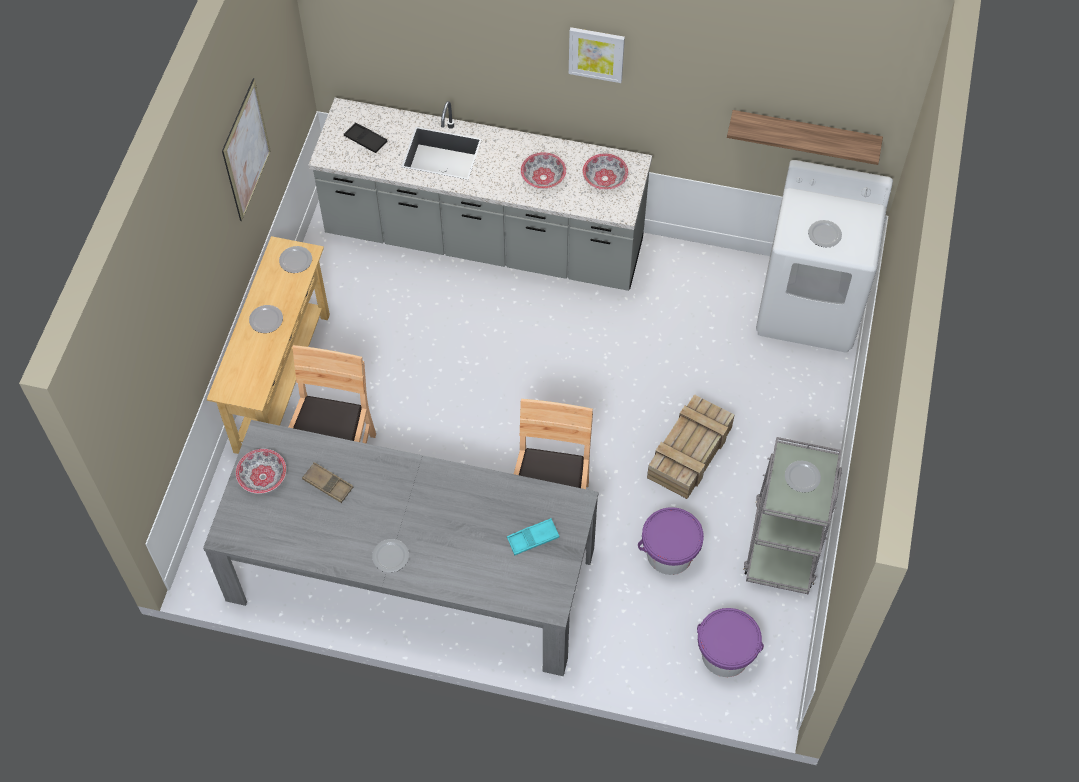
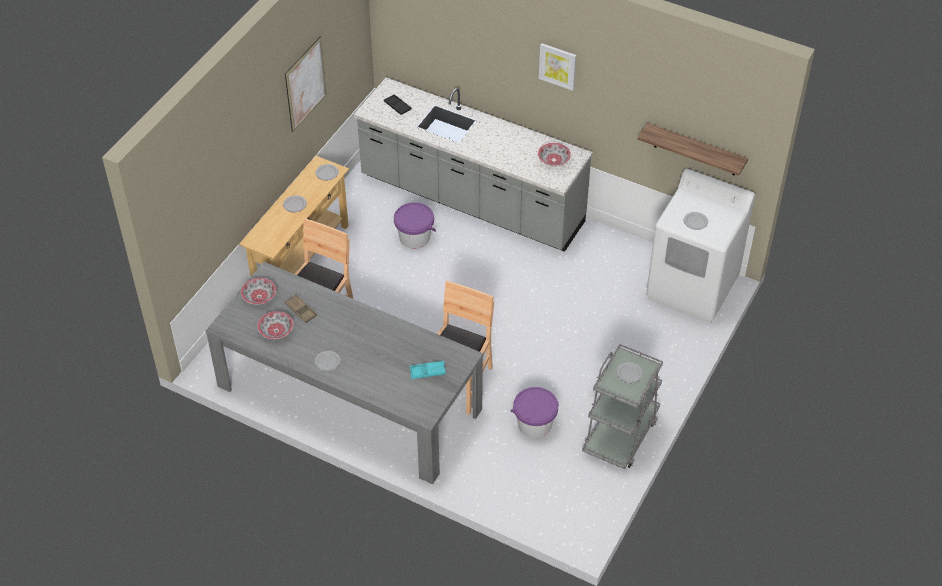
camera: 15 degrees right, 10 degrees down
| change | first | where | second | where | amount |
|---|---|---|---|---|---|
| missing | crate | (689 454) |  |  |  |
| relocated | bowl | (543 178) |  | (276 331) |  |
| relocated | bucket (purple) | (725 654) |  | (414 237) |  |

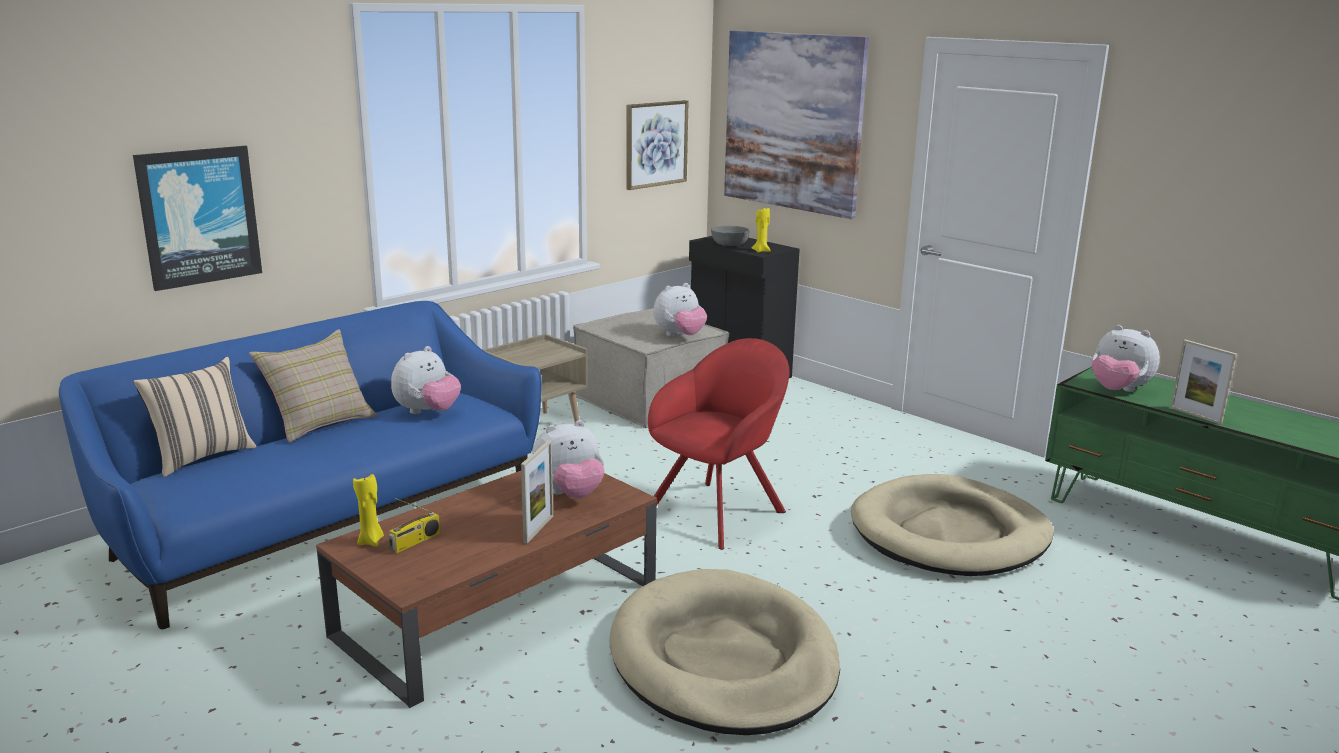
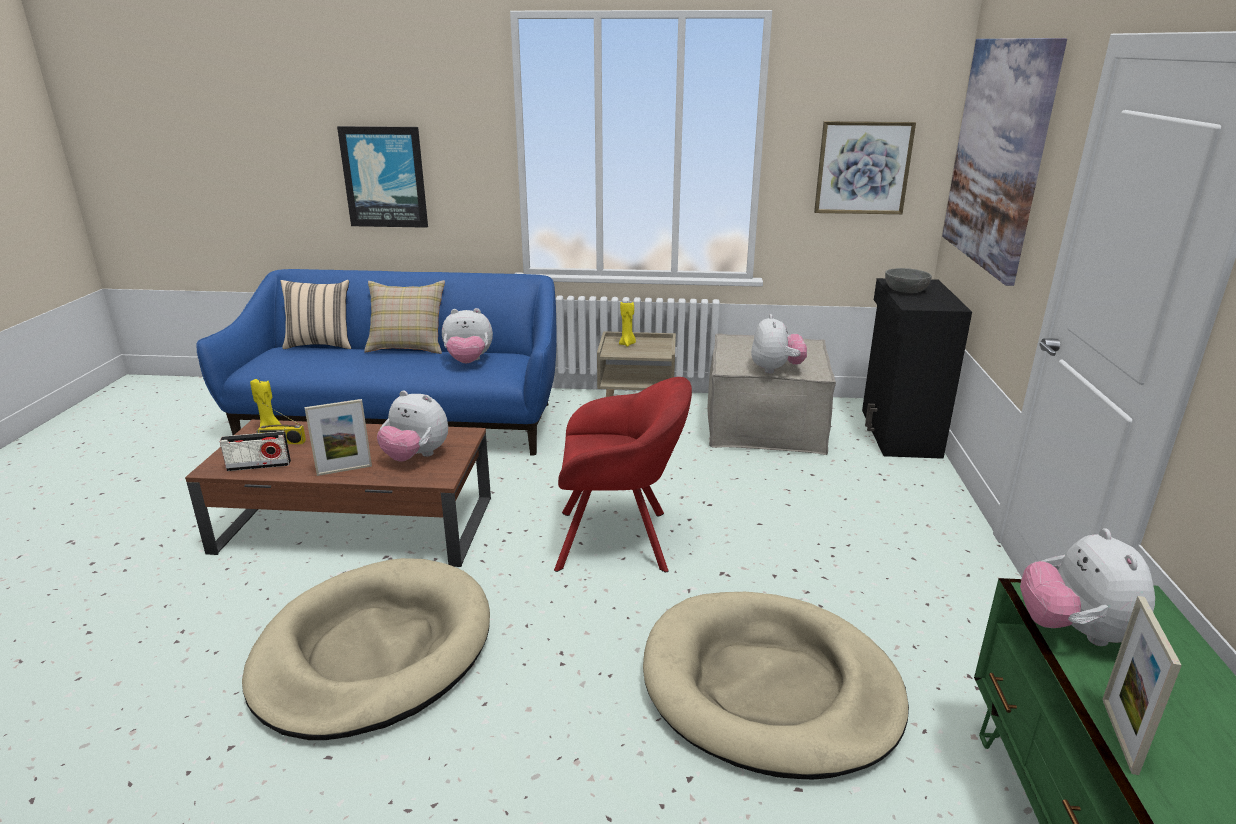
camera: 50 degrees right, 5 degrees up
| change | first | where | second | where | amount |
|---|---|---|---|---|---|
| appeared |  |  | radio | (259 466) |  |
| relocated | candle (yellow) | (761 251) |  | (627 344) |  |
| spun | plush toy | (679 336) |  | (776 369) | 105 degrees counterclockwise |

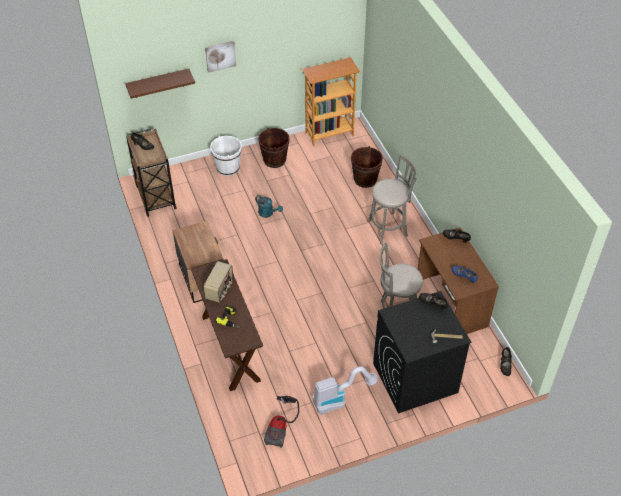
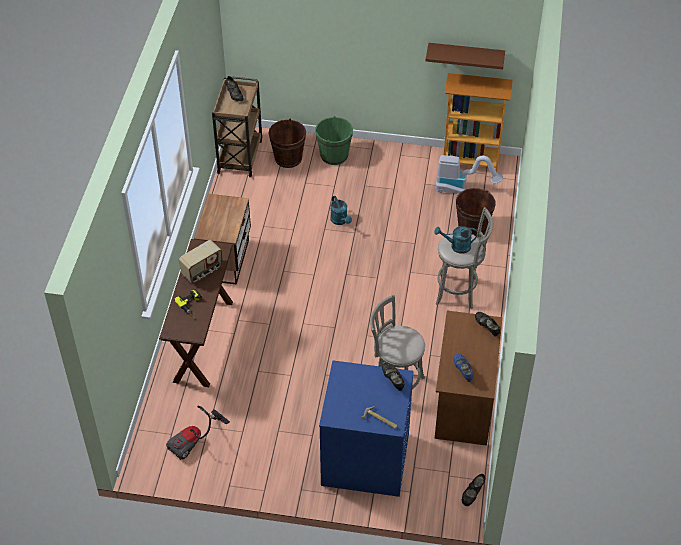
camera: 30 degrees right, 0 degrees up
| change | first | where | second | where | amount |
|---|---|---|---|---|---|
| missing | picture | (220 55) |  |  |  |
| appeared |  |  | watering can (turquoise) | (456 246) |  |
| relocated | shelf (brown) | (158 83) |  | (465 55) |  |
| relocated | bucket (brown) | (274 160) |  | (288 158) |  |
| relocated | vacuum cleaner | (339 399) |  | (462 188) |  |
| colour | bucket (white) | (228 168) | bucket (green) | (334 155) |  |
| colour | washing machine (black) | (414 378) | washing machine (blue) | (364 459) |  |

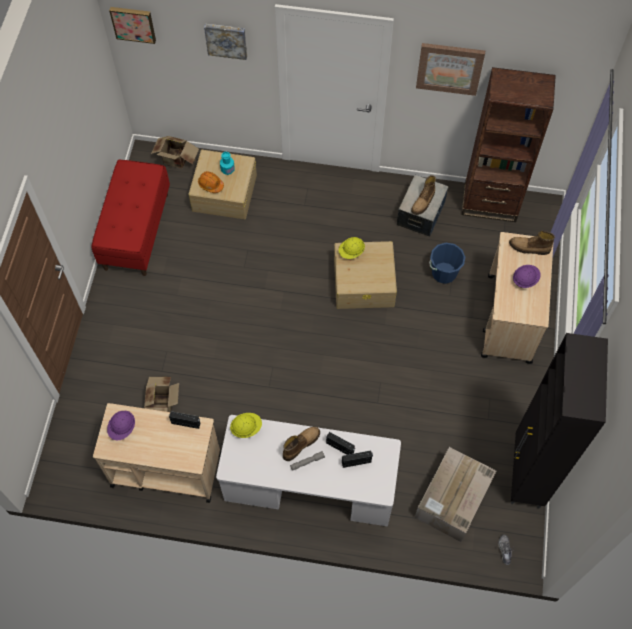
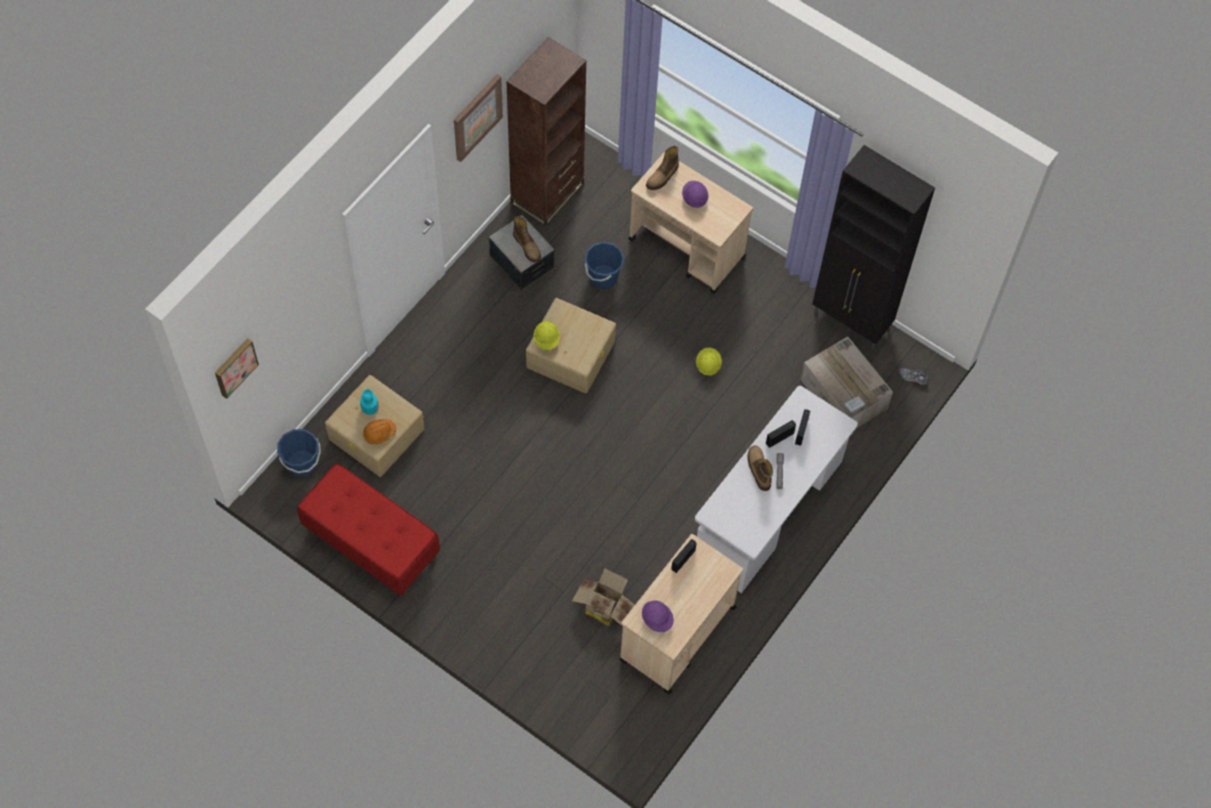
camera: 65 degrees left, 0 degrees up
| change | first | where | second | where | amount |
|---|---|---|---|---|---|
| missing | picture | (226 40) |  |  |  |
| relocated | hard hat (yellow) | (246 428) |  | (708 365) |  |
| exchanged | cardboard box | (176 161) | bucket (blue) | (302 464) |  |

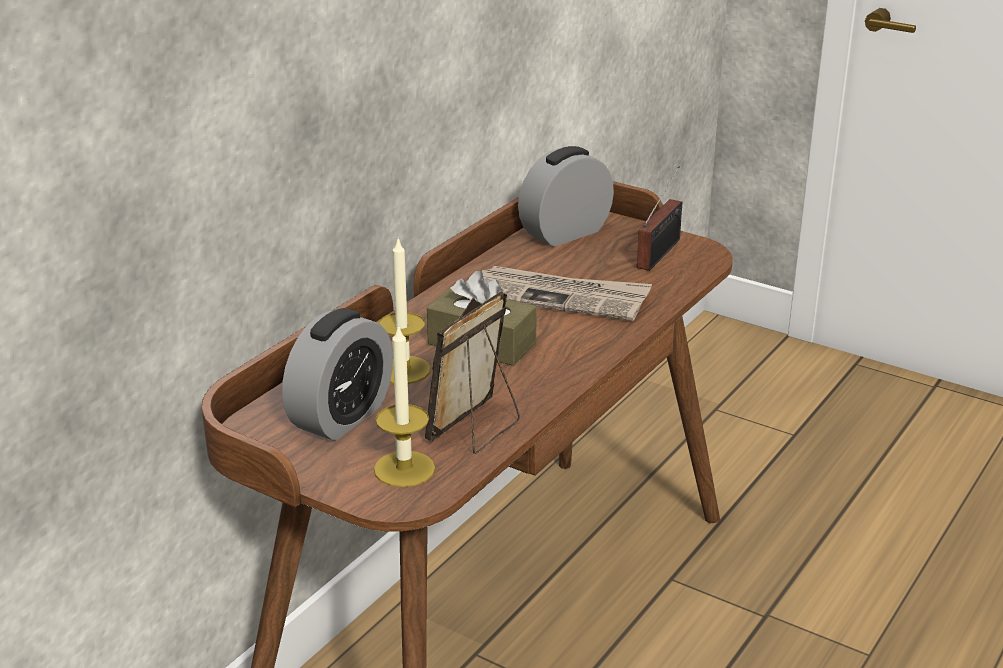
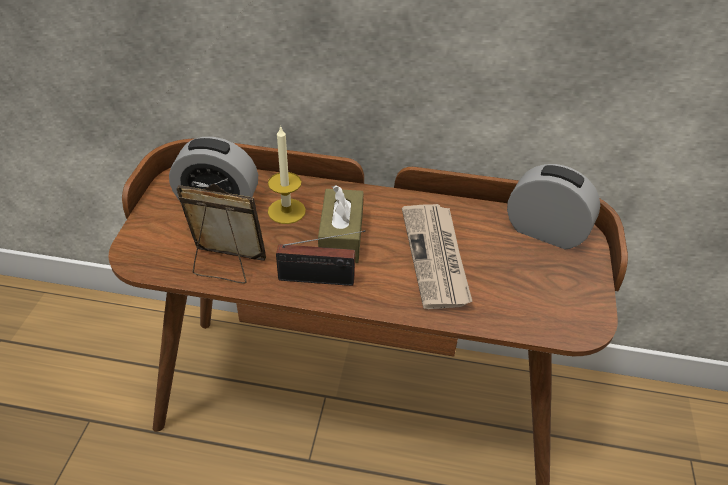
camera: 65 degrees right, 15 degrees up
| change | first | where | second | where | amount |
|---|---|---|---|---|---|
| missing | candle | (404 469) |  |  |  |
| relocated | radio | (661 252) |  | (321 279) |  |

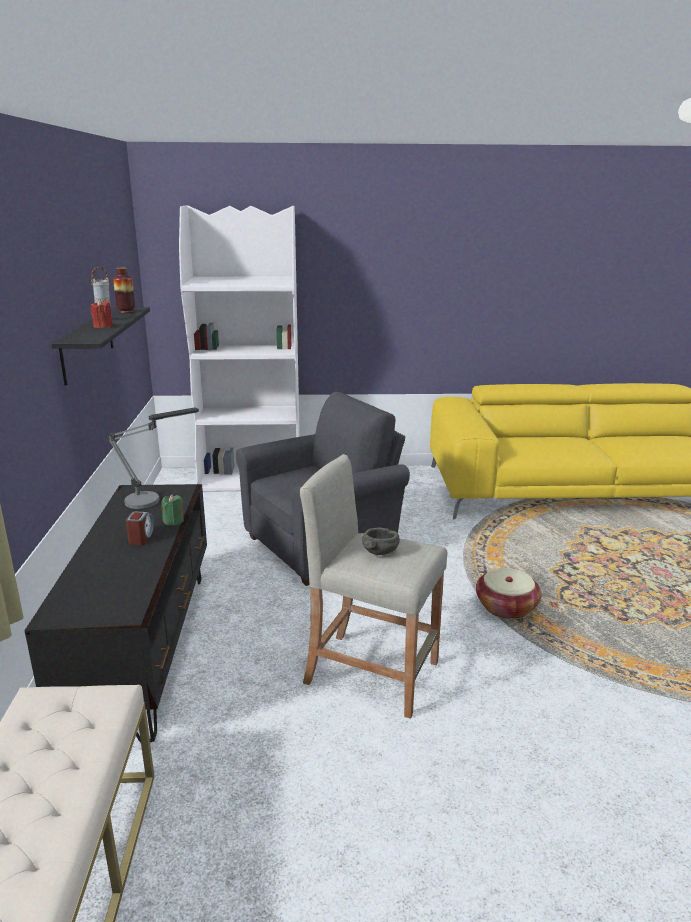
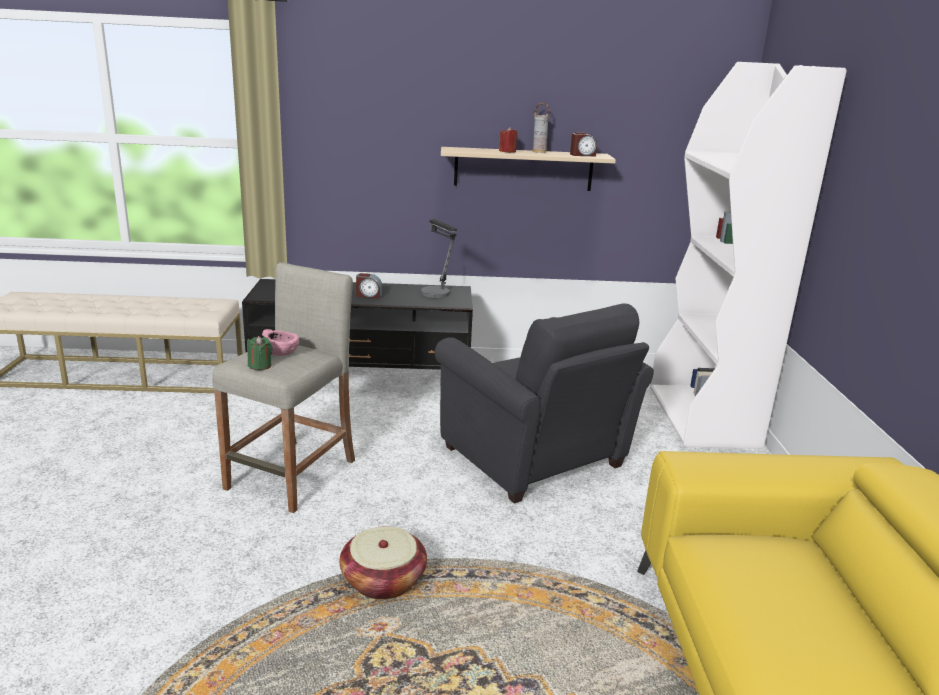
camera: 90 degrees right, 0 degrees up
| change | first | where | second | where | amount |
|---|---|---|---|---|---|
| relocated | candle (green) | (173 521) |  | (260 366) |  |
| exchanged | vase | (126 312) | alarm clock | (582 155) |  |
| colour | shelf (black) | (88 344) | shelf (beige) | (523 169) |  |
| colour | bowl (grey) | (379 551) | bowl (pink) | (281 353) |  |

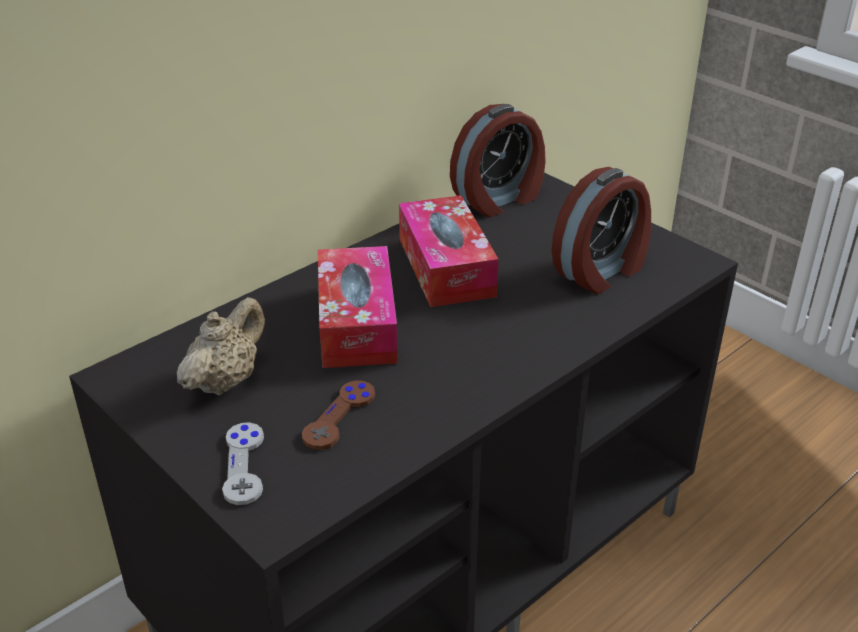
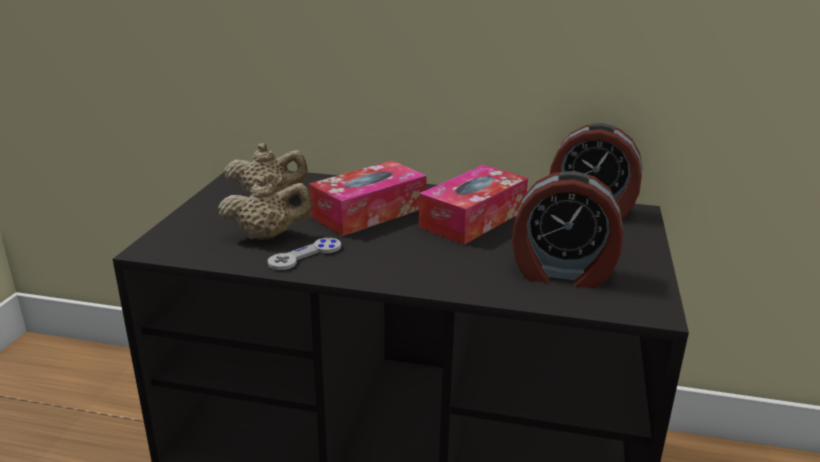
camera: 55 degrees right, 10 degrees down
| change | first | where | second | where | amount |
|---|---|---|---|---|---|
| relocated | game controller (grey) | (244 464) |  | (305 255) |  |
| exchanged | game controller (brown) | (339 416) | teapot (beige) | (268 236) |  |

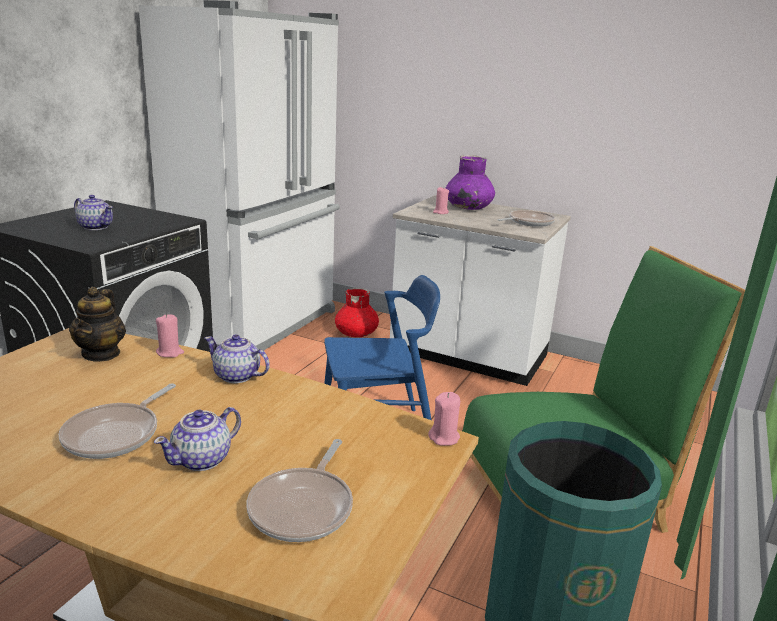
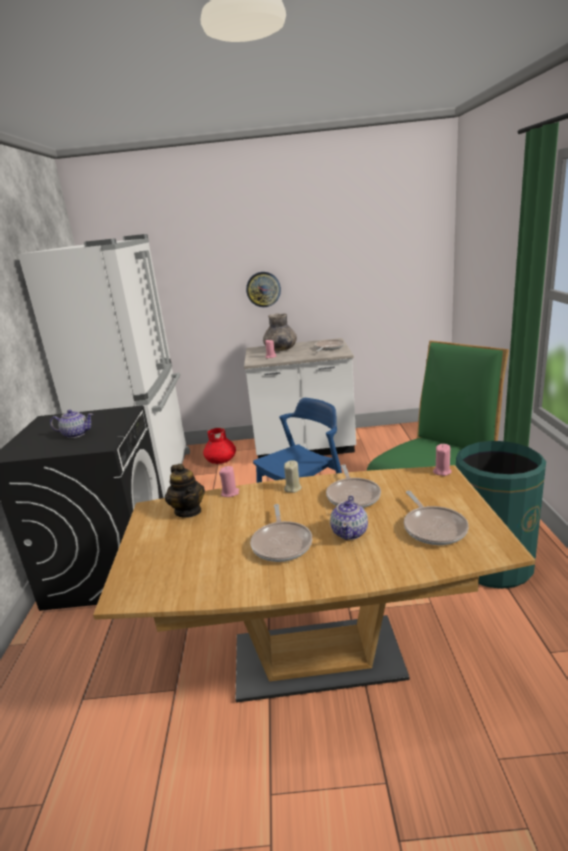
camera: 25 degrees left, 0 degrees up
| change | first | where | second | where | amount |
|---|---|---|---|---|---|
| appeared |  |  | wall clock | (263 289) |  |
| appeared |  |  | frying pan | (353 495) |  |
| exchanged | teapot | (237 376) | candle (beige) | (292 488) |  |
| colour | vase (purple) | (468 207) | vase (grey) | (280 349) |  |

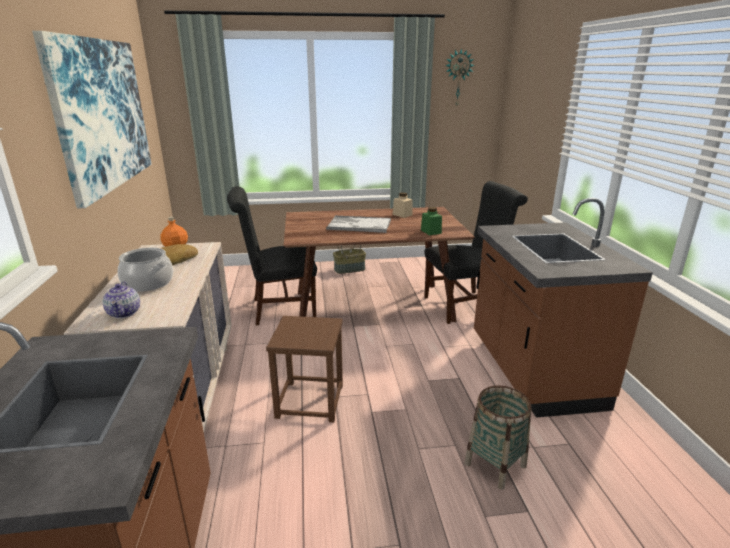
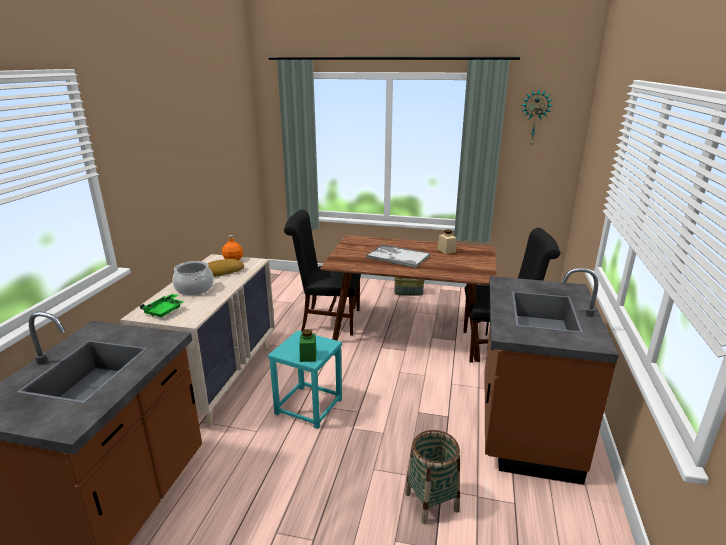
camera: 20 degrees right, 0 degrees up
| change | first | where | second | where | amount |
|---|---|---|---|---|---|
| missing | picture | (102 114) |  |  |  |
| relocated | jar (green) | (431 231) |  | (308 356) |  |
| exchanged | teapot | (124 313) | tray (green) | (164 311) |  |
| colour | stool (brown) | (309 401) | stool (turquoise) | (308 407) |  |

